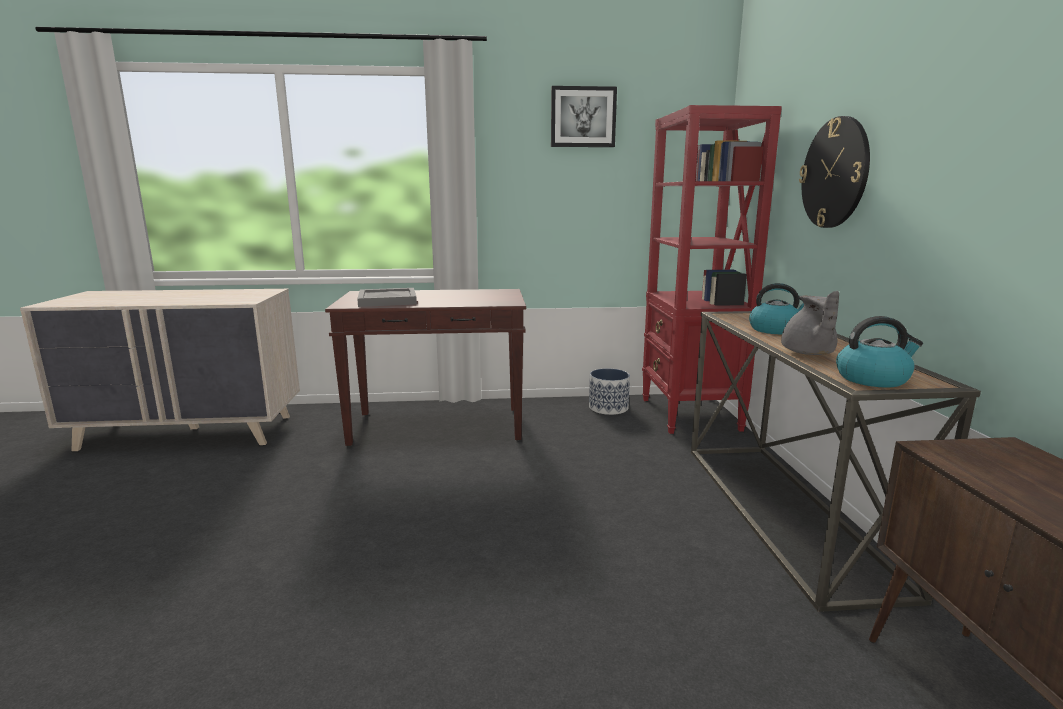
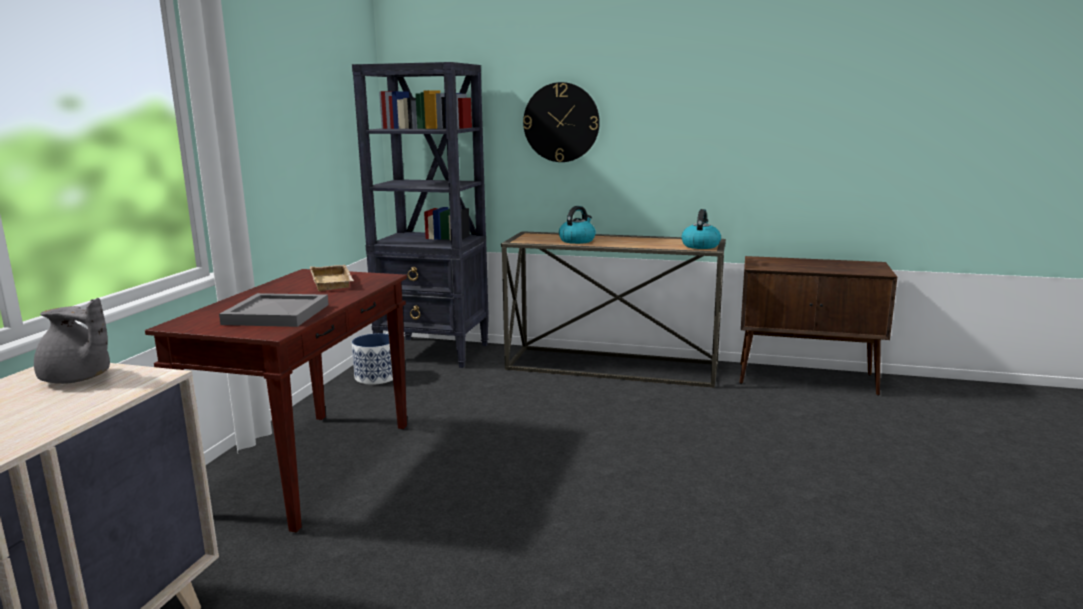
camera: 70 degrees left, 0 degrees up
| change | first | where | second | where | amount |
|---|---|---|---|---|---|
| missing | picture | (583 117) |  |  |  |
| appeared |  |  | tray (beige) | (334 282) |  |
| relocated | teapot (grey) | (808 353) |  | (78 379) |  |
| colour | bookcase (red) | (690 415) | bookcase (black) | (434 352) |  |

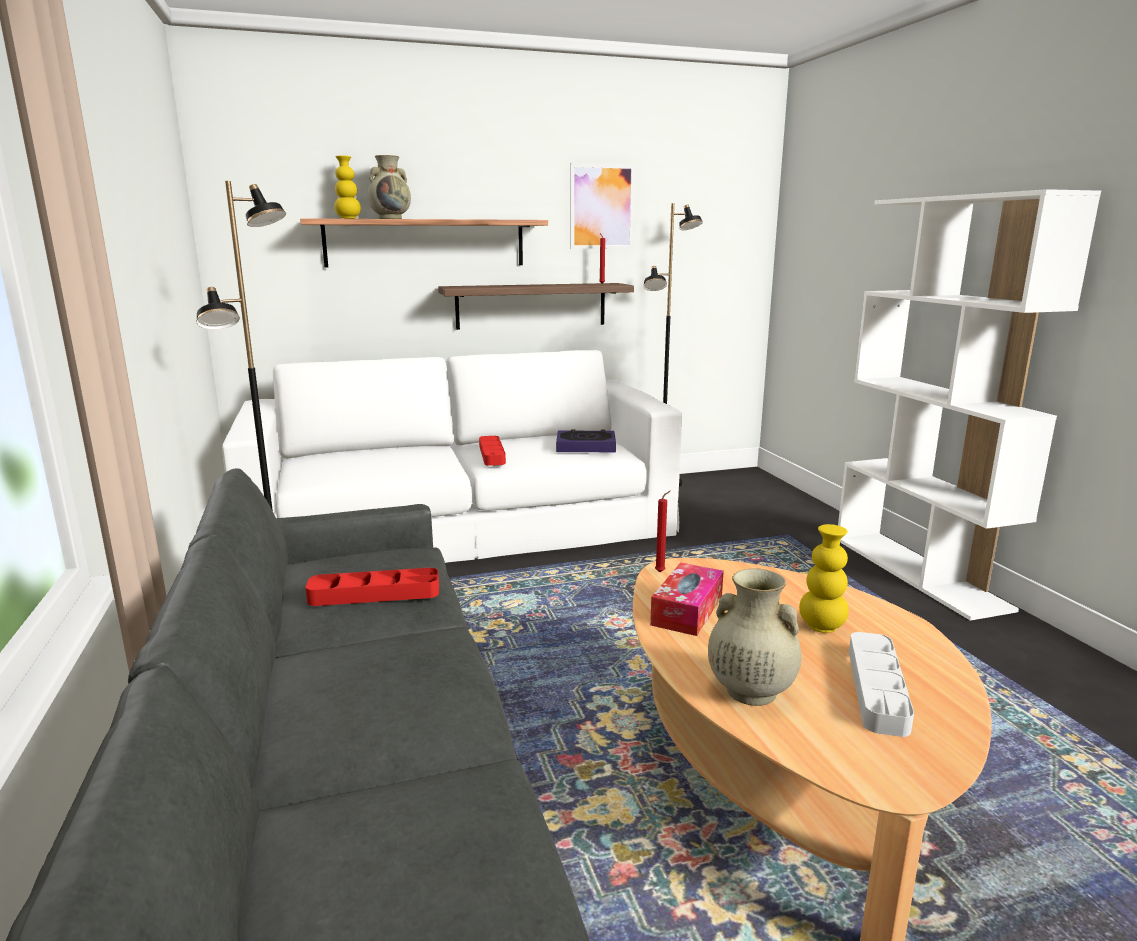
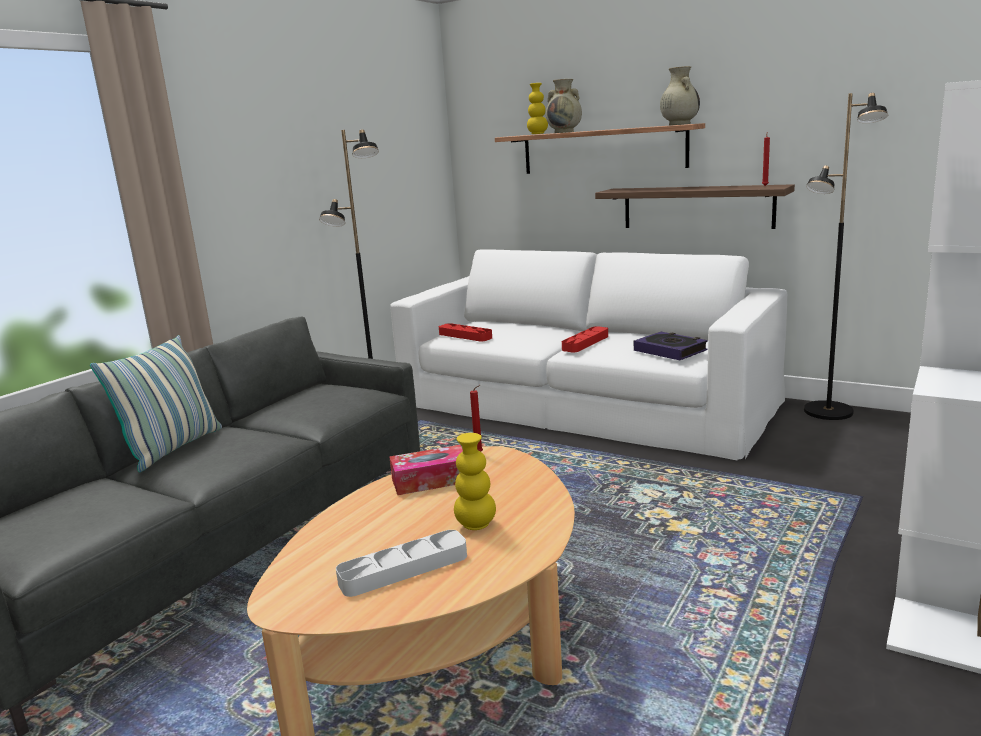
camera: 50 degrees right, 0 degrees up
| change | first | where | second | where | amount |
|---|---|---|---|---|---|
| missing | picture | (601 207) |  |  |  |
| appeared |  |  | pillow | (173 448) |  |
| relocated | tray (red) | (374 594) |  | (465 336) |  |
| relocated | vase (beige) | (749 691) |  | (679 124) |  |

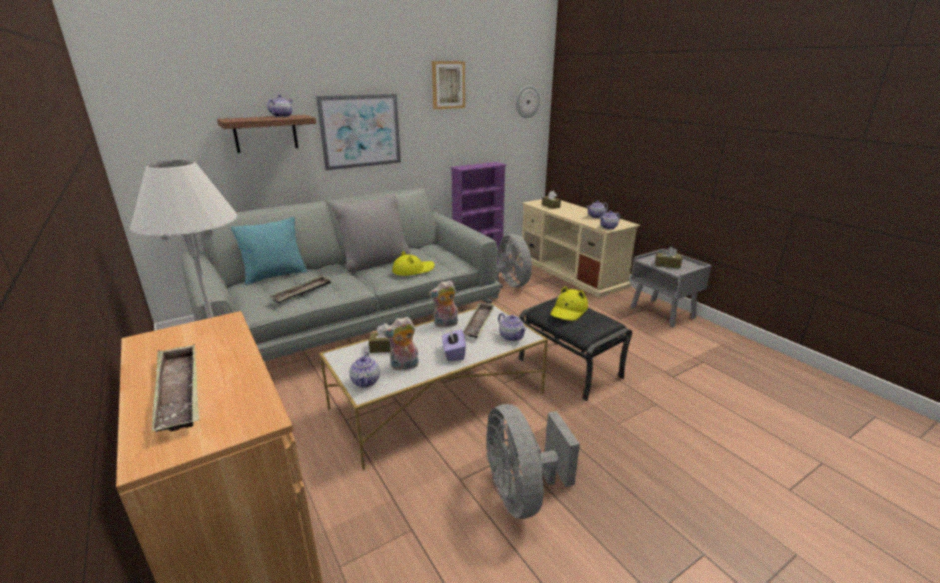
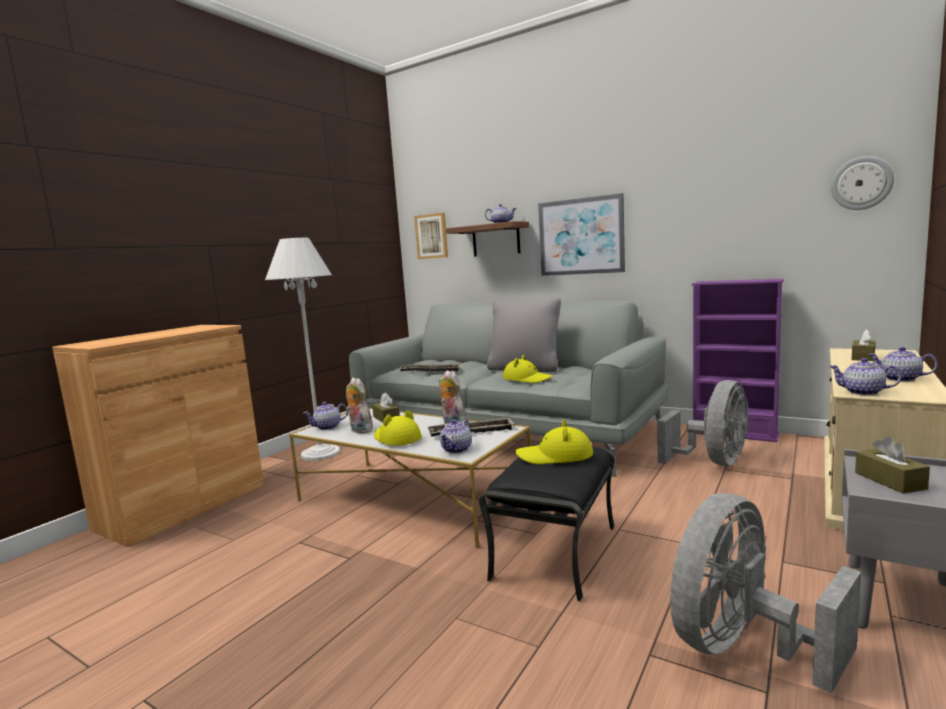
camera: 65 degrees right, 15 degrees down
| change | first | where | second | where | amount |
|---|---|---|---|---|---|
| missing | tray | (179 392) |  |  |  |
| missing | pillow (turquoise) | (275 276) |  |  |  |
| relocated | picture | (448 85) |  | (432 236) |  |
| relocated | fan (grey) | (522 492) |  | (743 647) |  |
| exchanged | tissue box (purple) | (453 353) | hat (yellow) | (396 438) |  |

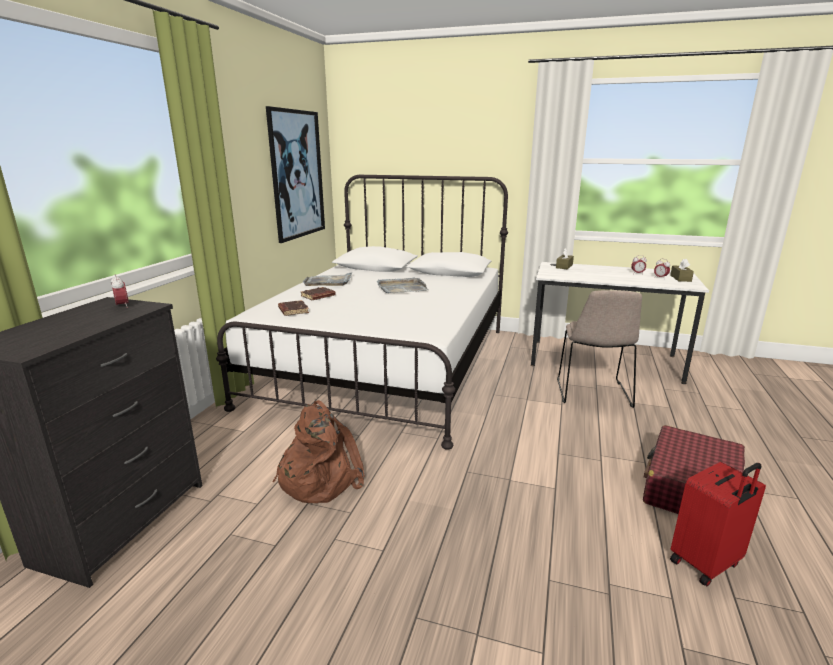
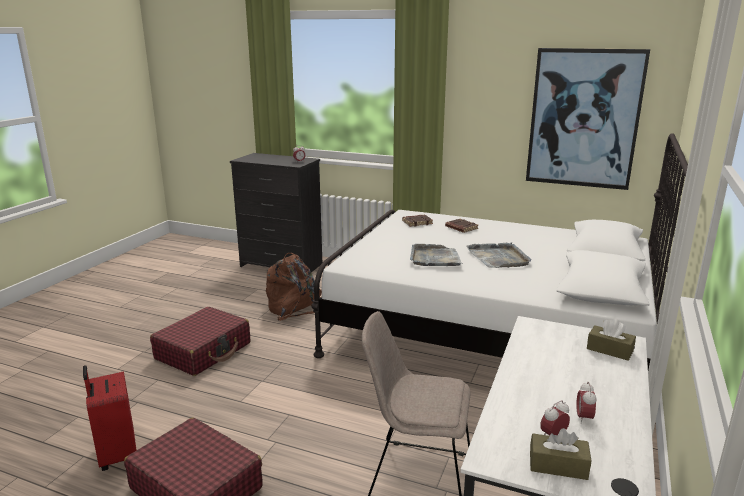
camera: 95 degrees right, 0 degrees up
| change | first | where | second | where | amount |
|---|---|---|---|---|---|
| appeared |  |  | suitcase (red) | (204 351) |  |
| relocated | tray (grey) | (328 281) |  | (435 258) |  |

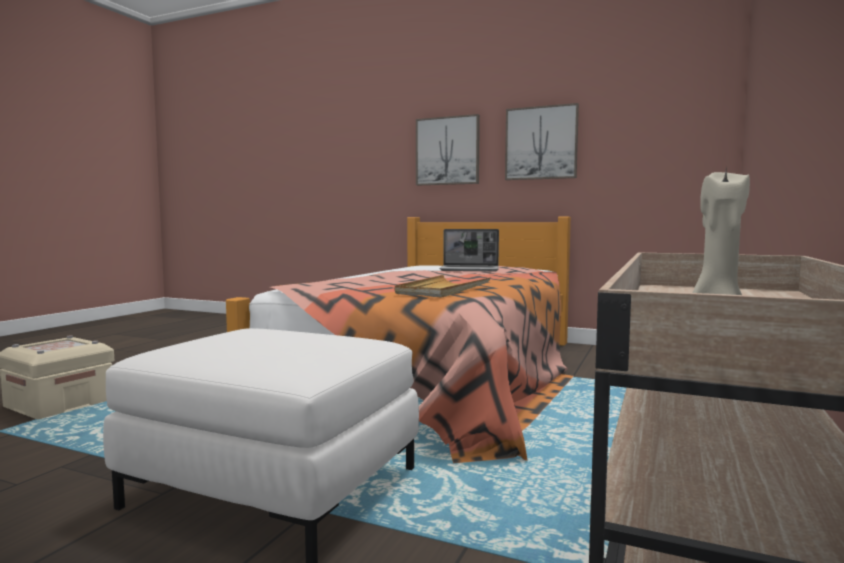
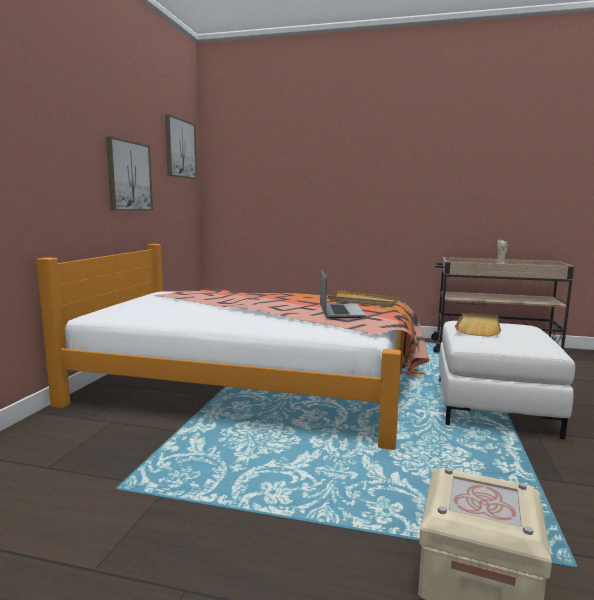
camera: 100 degrees left, 5 degrees up
| change | first | where | second | where | amount |
|---|---|---|---|---|---|
| appeared |  |  | tray (beige) | (478 327) |  |
| relocated | picture | (447 151) |  | (180 148) |  |
| relocated | laptop | (470 270) |  | (340 312) |  |

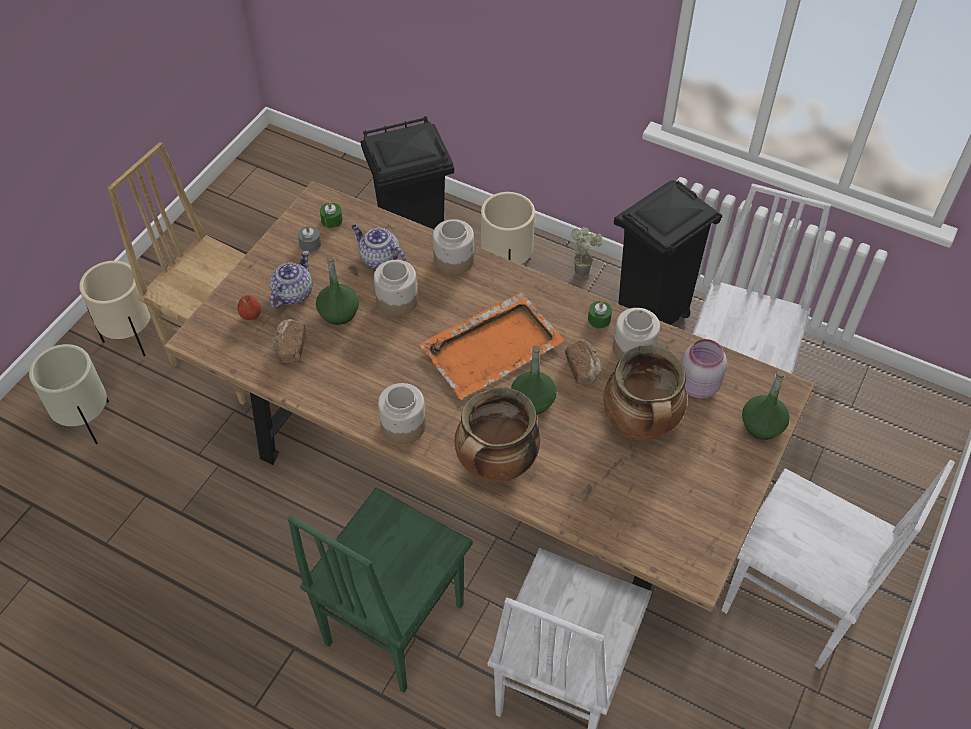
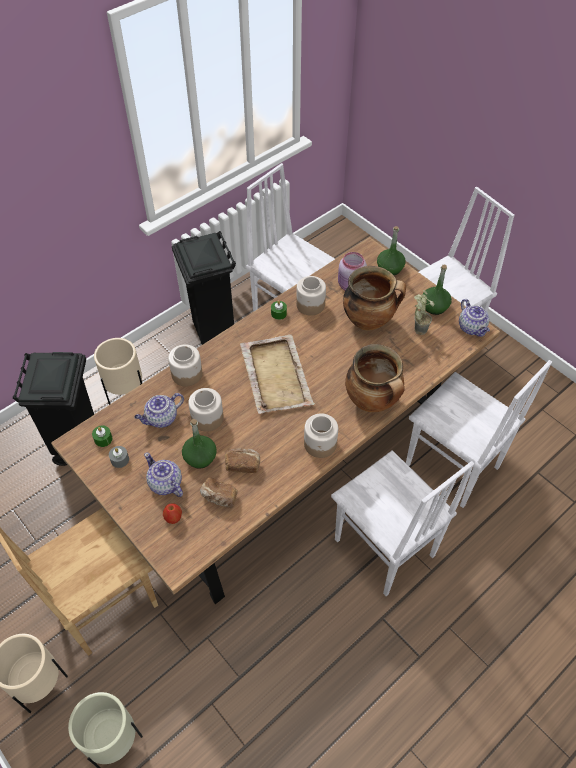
camera: 70 degrees left, 0 degrees up
| change | first | where | second | where | amount |
|---|---|---|---|---|---|
| appeared |  |  | teapot | (472 328) |  |
| relocated | bottle (green) | (532 401) |  | (434 307) |  |
| relocated | bread | (583 368) |  | (242 464) |  |
| relocated | potted plant | (584 270) |  | (418 327) |  |
| colour | chair (green) | (392 624) | chair (white) | (383 549) |  |
| colour | tray (orange) | (493 347) | tray (beige) | (275 375) |  |

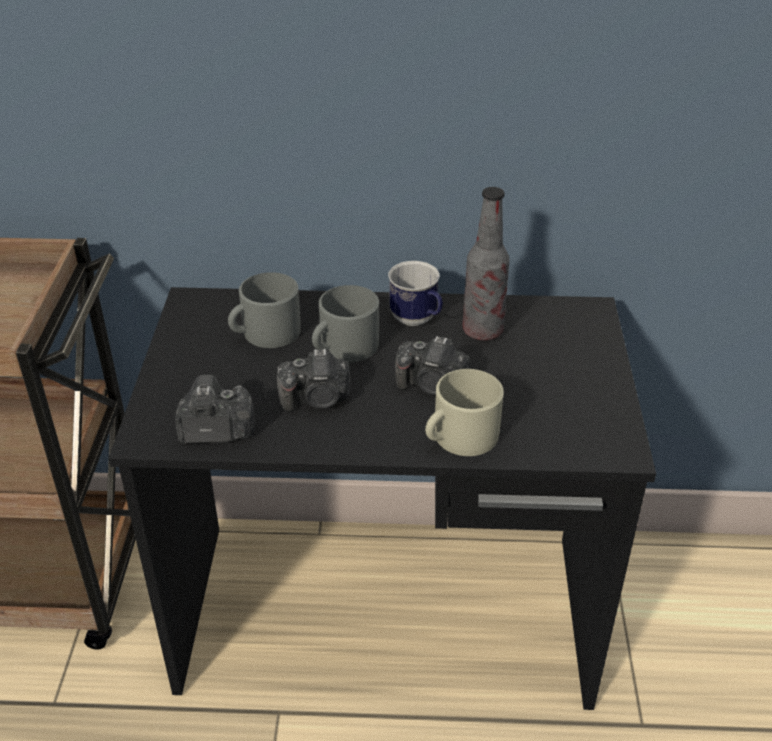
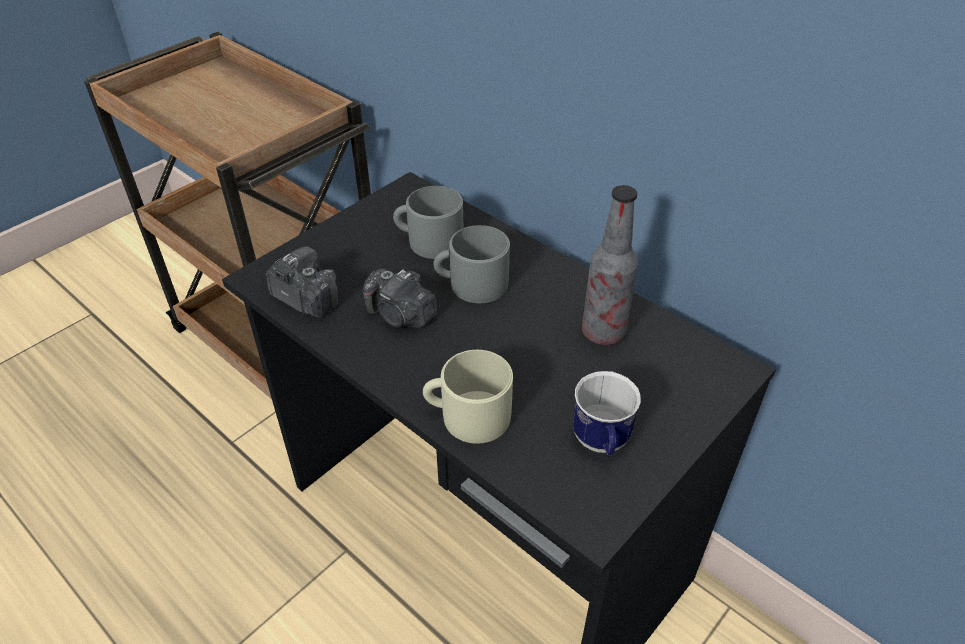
camera: 40 degrees right, 5 degrees up
| change | first | where | second | where | amount |
|---|---|---|---|---|---|
| missing | photo camera | (432 385) |  |  |  |
| relocated | mug | (418 321) |  | (601 444) |  |

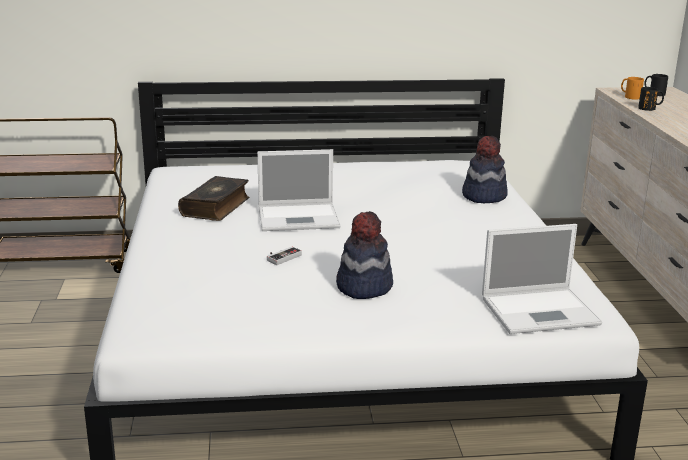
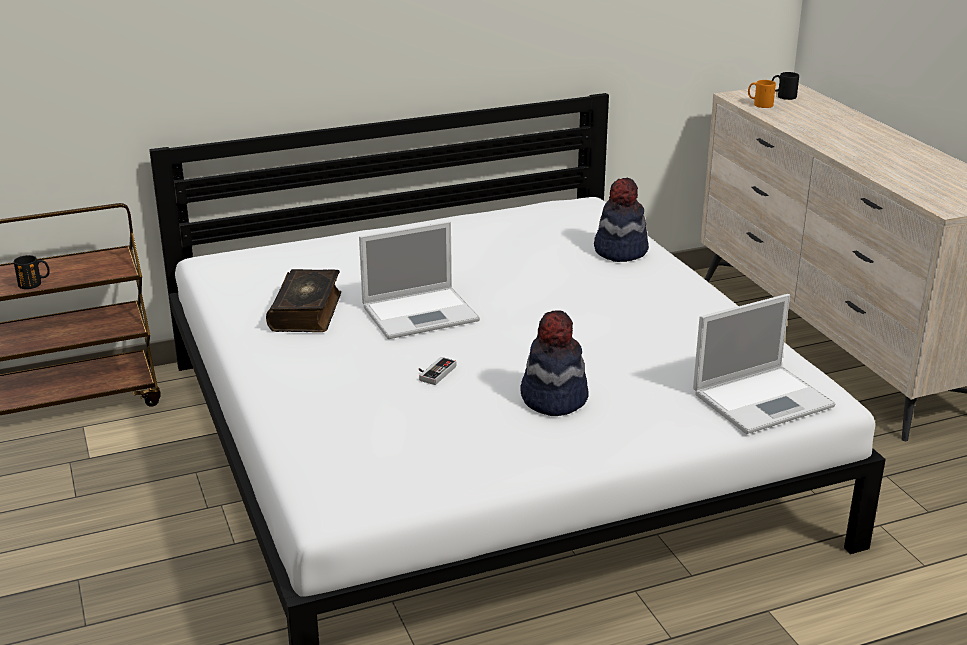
camera: 15 degrees left, 5 degrees up
| change | first | where | second | where | amount |
|---|---|---|---|---|---|
| relocated | mug (black) | (650 108) |  | (35 283) |  |

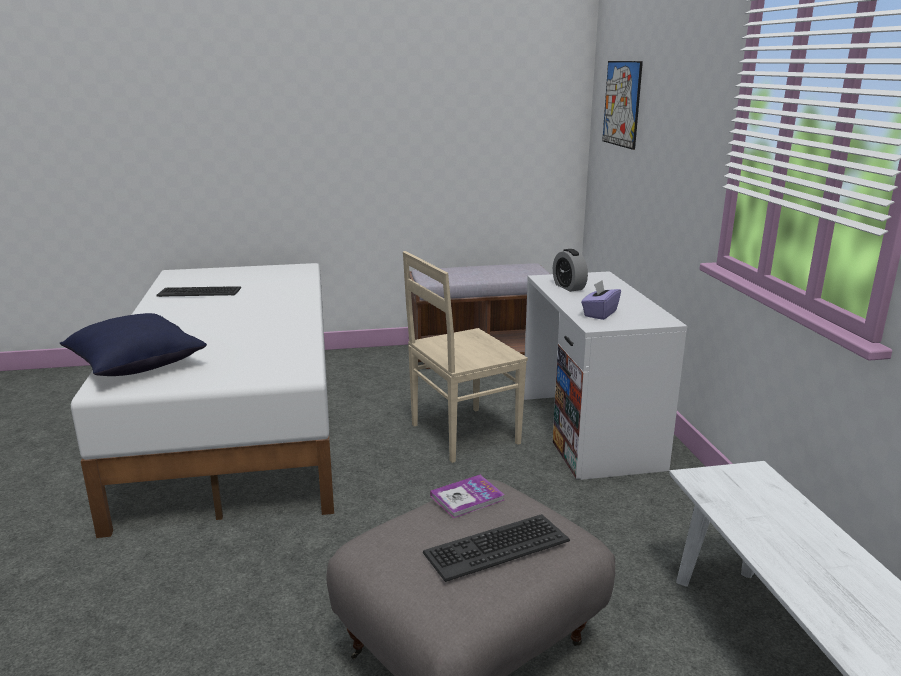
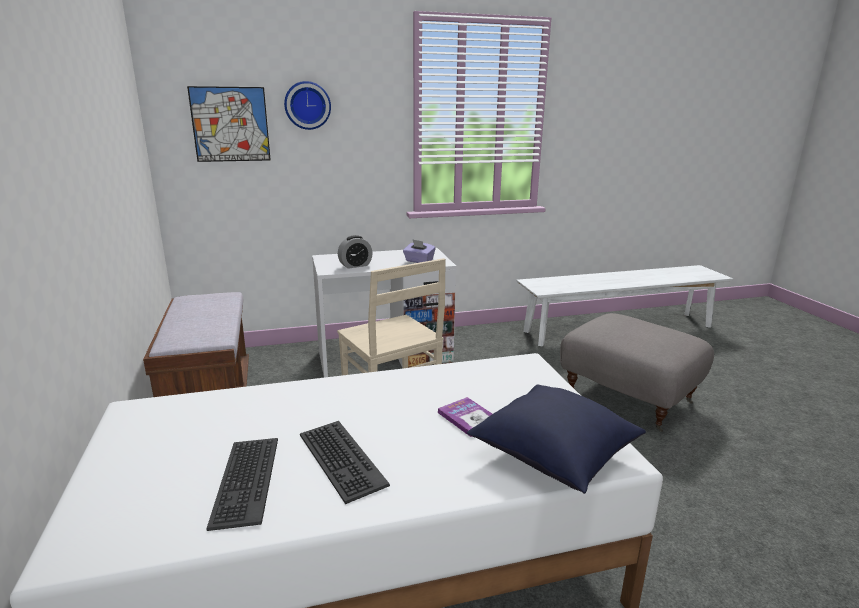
camera: 95 degrees left, 0 degrees up
| change | first | where | second | where | amount |
|---|---|---|---|---|---|
| appeared |  |  | wall clock | (307 105) |  |
| relocated | keyboard | (496 547) |  | (340 460) |  |
| relocated | book | (467 498) |  | (468 418) |  |

